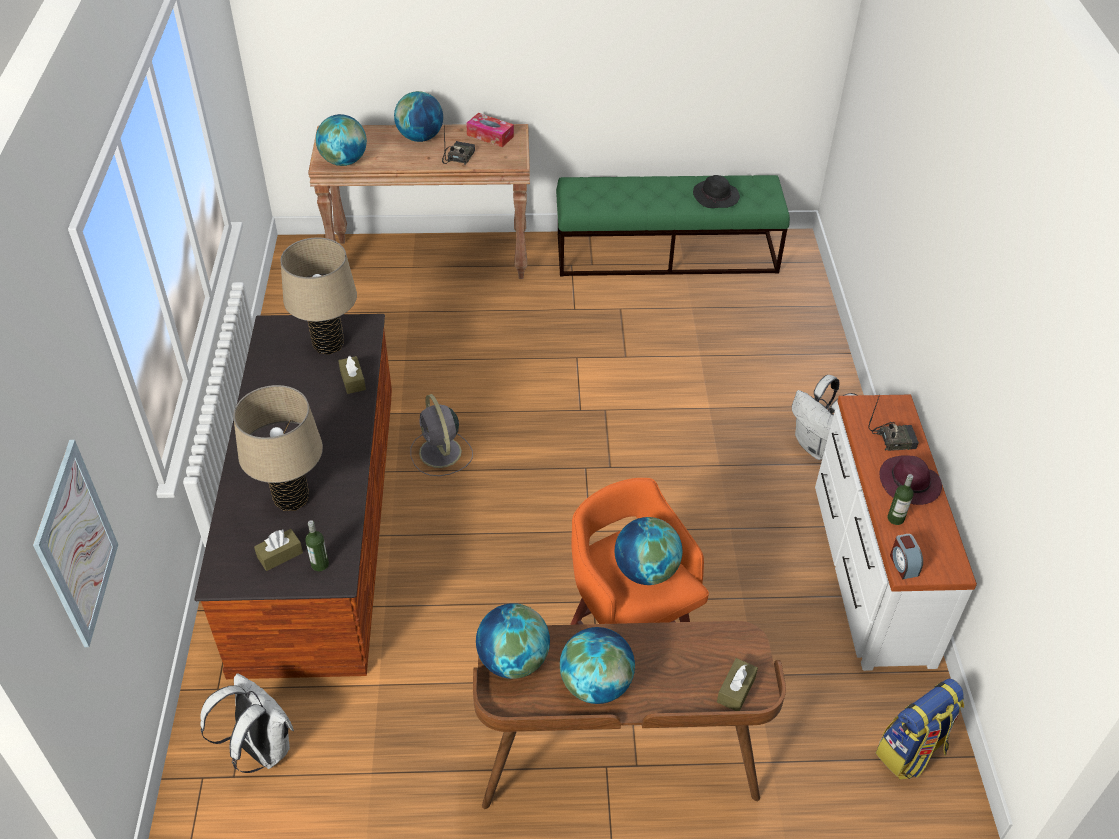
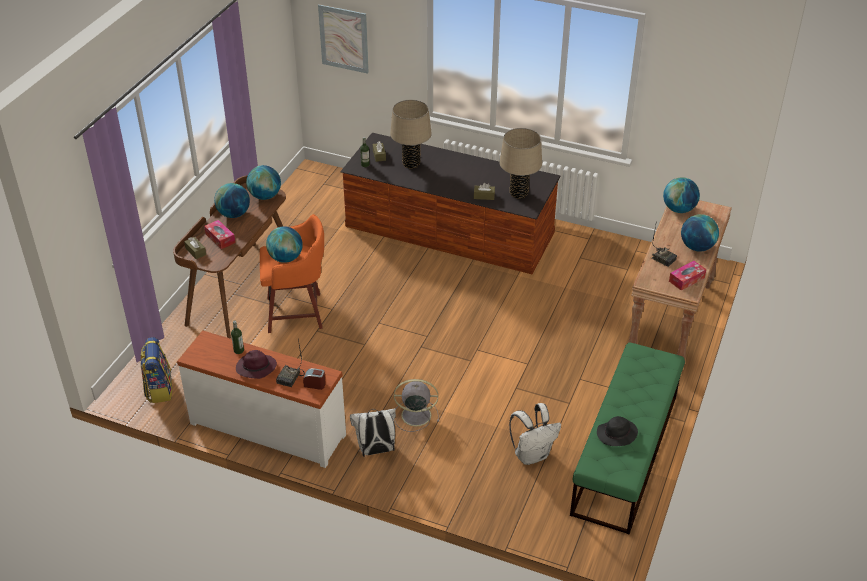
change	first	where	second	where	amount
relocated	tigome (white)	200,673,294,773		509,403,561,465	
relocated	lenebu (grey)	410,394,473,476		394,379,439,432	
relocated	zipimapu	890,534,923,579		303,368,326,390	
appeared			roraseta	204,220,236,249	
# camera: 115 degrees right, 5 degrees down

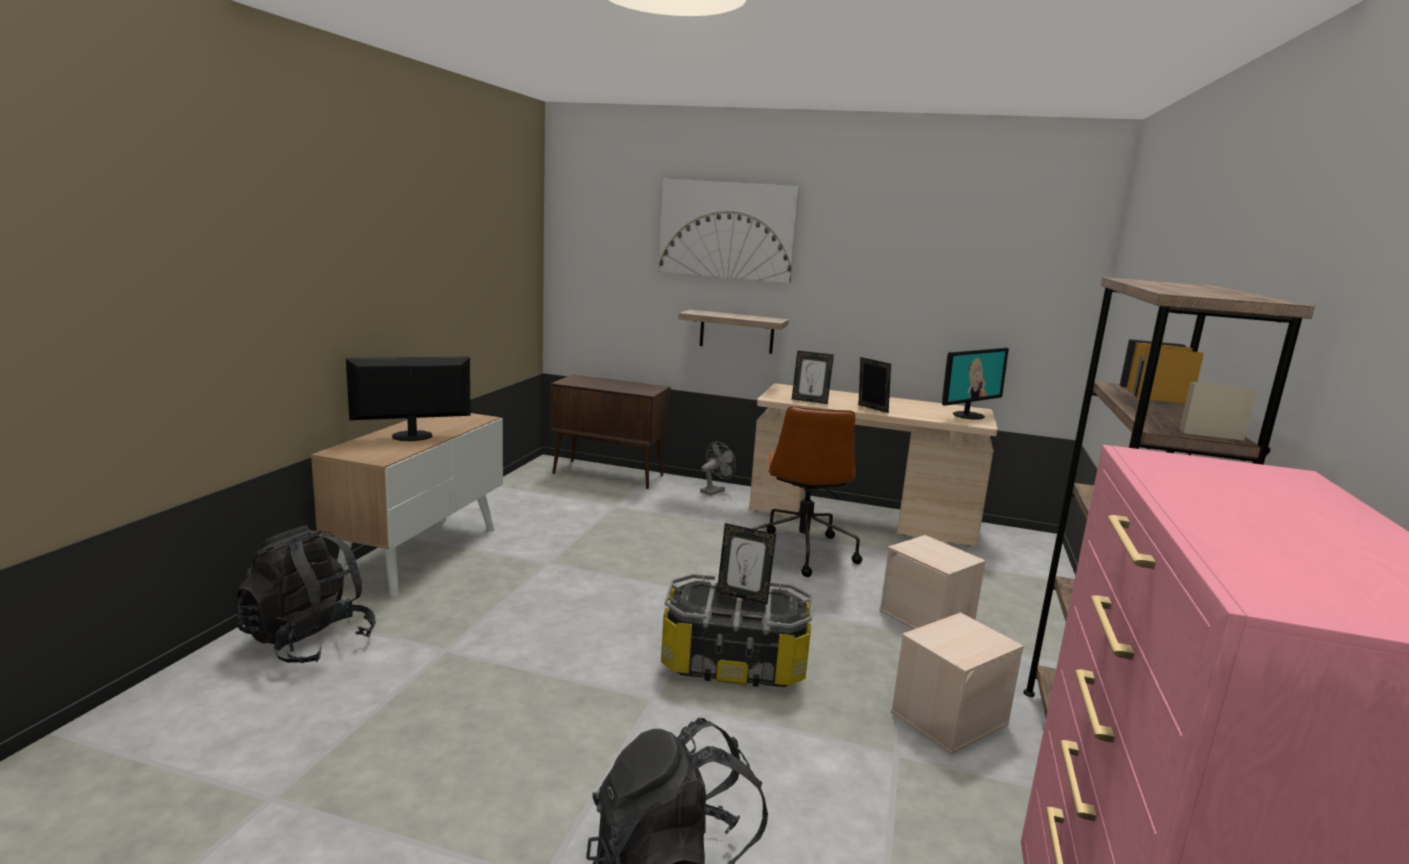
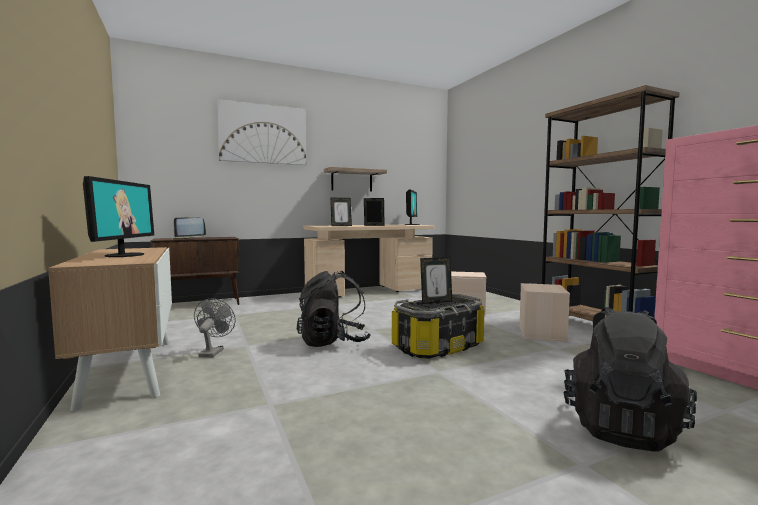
change	first	where	second	where	amount
relocated	tigome (black)	236,525,376,663		297,271,370,347	
spun	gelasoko	346,356,471,441		83,176,154,257	150 degrees clockwise
relocated	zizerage	678,310,789,354		324,167,387,191	
relocated	lenebu (grey)	700,442,736,496		194,298,236,357	
missing	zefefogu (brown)	752,406,862,577			
appeared			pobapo	172,217,206,239	
# camera: 40 degrees left, 10 degrees down

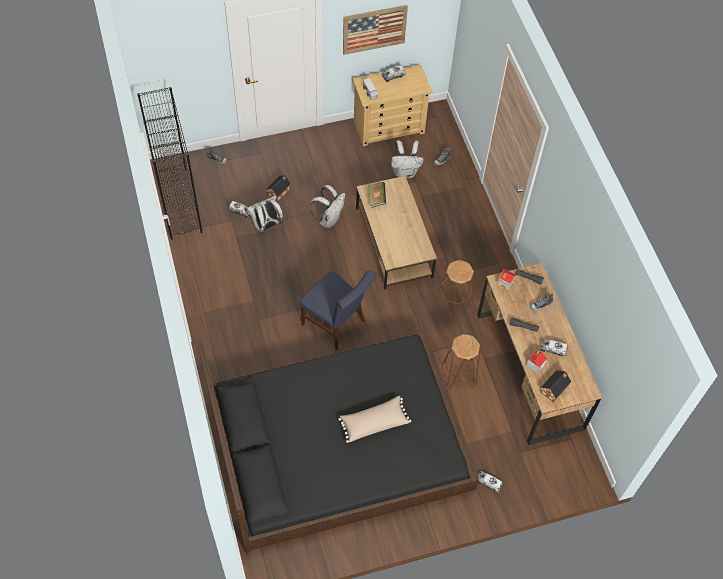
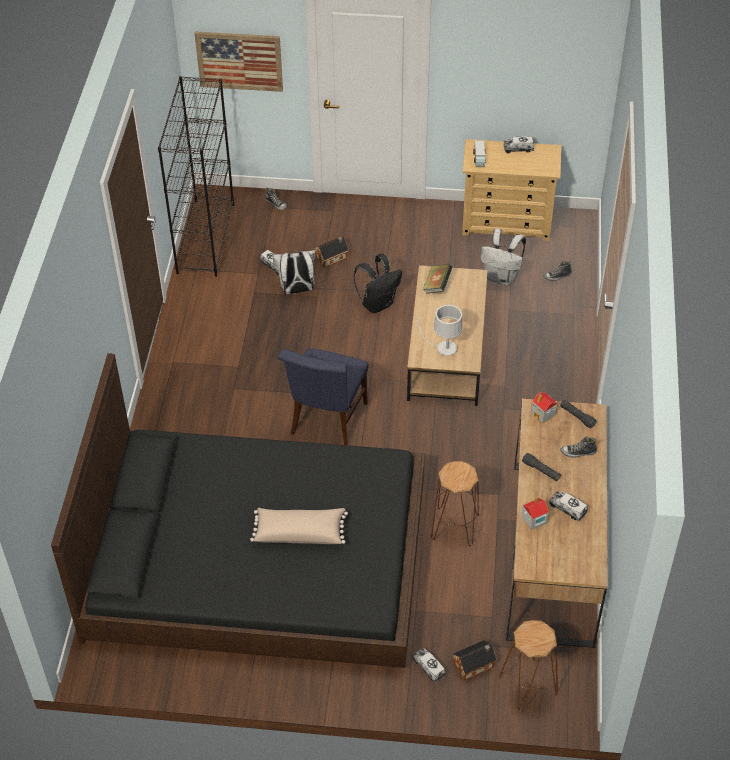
change	first	where	second	where	amount
spun	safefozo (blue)	299,271,377,350		278,348,369,445	45 degrees clockwise
colour	tigome (white)	309,185,345,228	tigome (black)	353,254,402,313	
relocated	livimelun	343,5,408,55		194,31,283,92	
relocated	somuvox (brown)	435,260,474,318		499,620,558,711	
relocated	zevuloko	540,370,572,402		453,640,497,680	
appeared			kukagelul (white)	417,305,463,356	
# camera: 25 degrees right, 10 degrees down

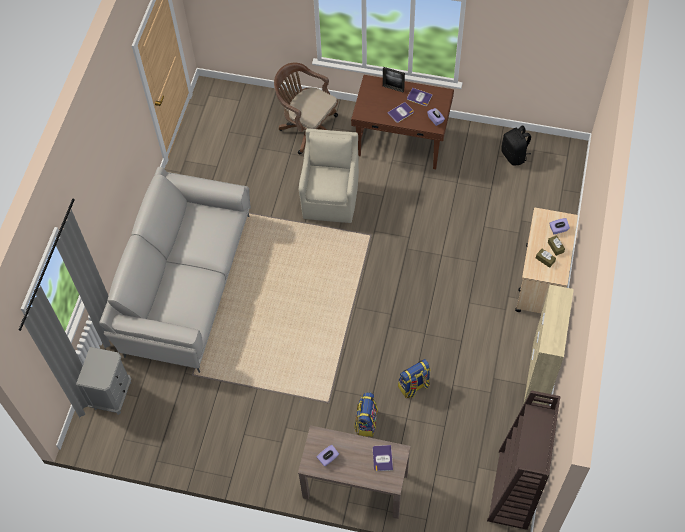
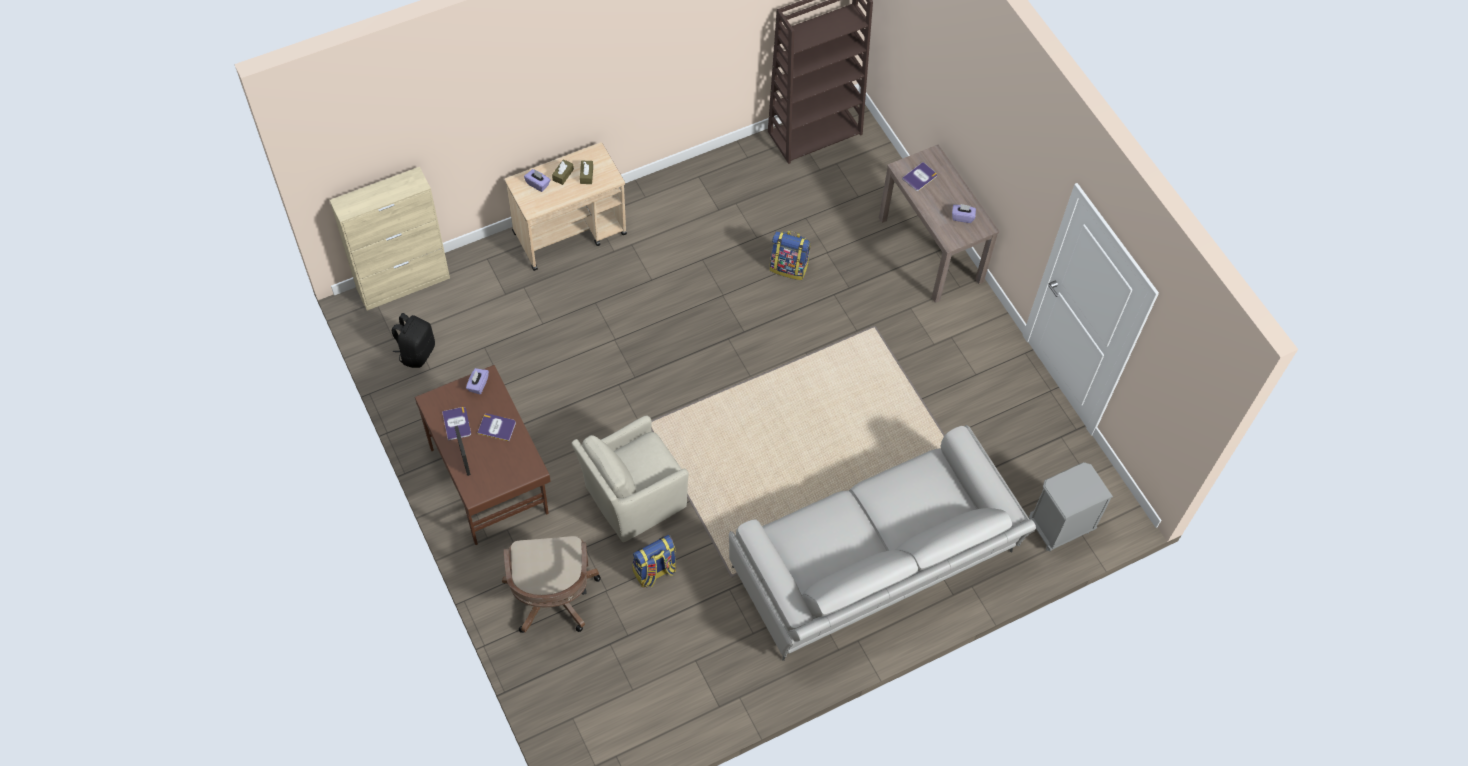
change	first	where	second	where	amount
relocated	tigome	354,392,378,437		632,535,676,588	
relocated	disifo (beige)	523,285,574,405		330,167,450,311	
# camera: 135 degrees left, 0 degrees up

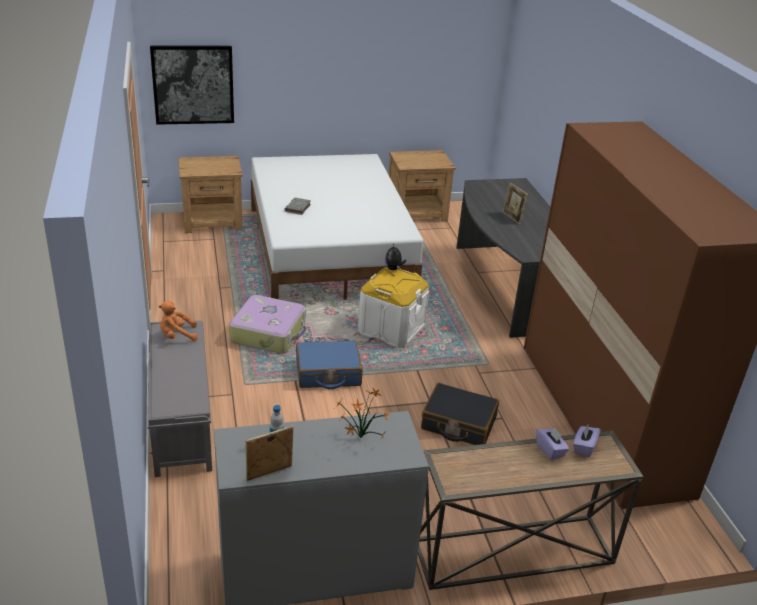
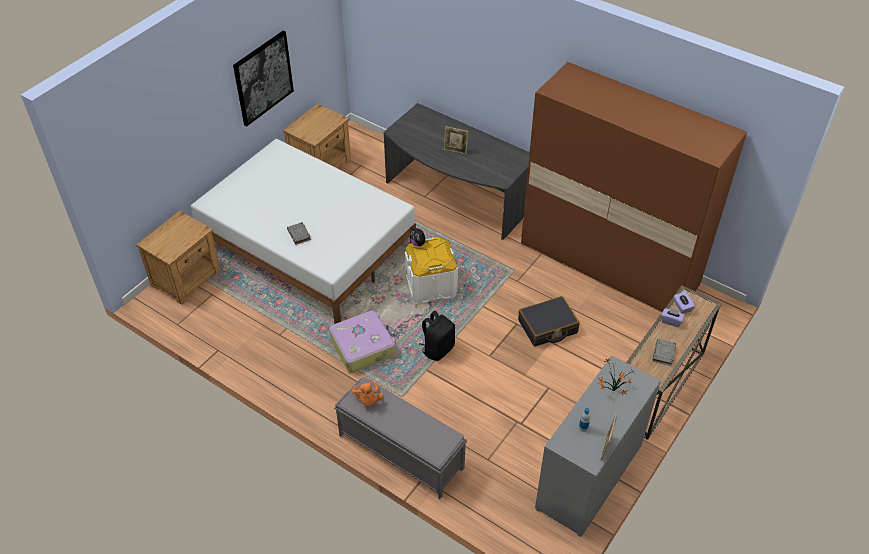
change	first	where	second	where	amount
relocated	livimelun	150,46,234,125		233,30,294,127	
spun	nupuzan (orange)	159,301,198,341		352,382,384,406	45 degrees counterclockwise
exchanged	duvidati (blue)	296,341,363,389	tigome (black)	419,311,455,361	
appeared			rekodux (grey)	652,339,676,366	
# camera: 40 degrees left, 15 degrees up

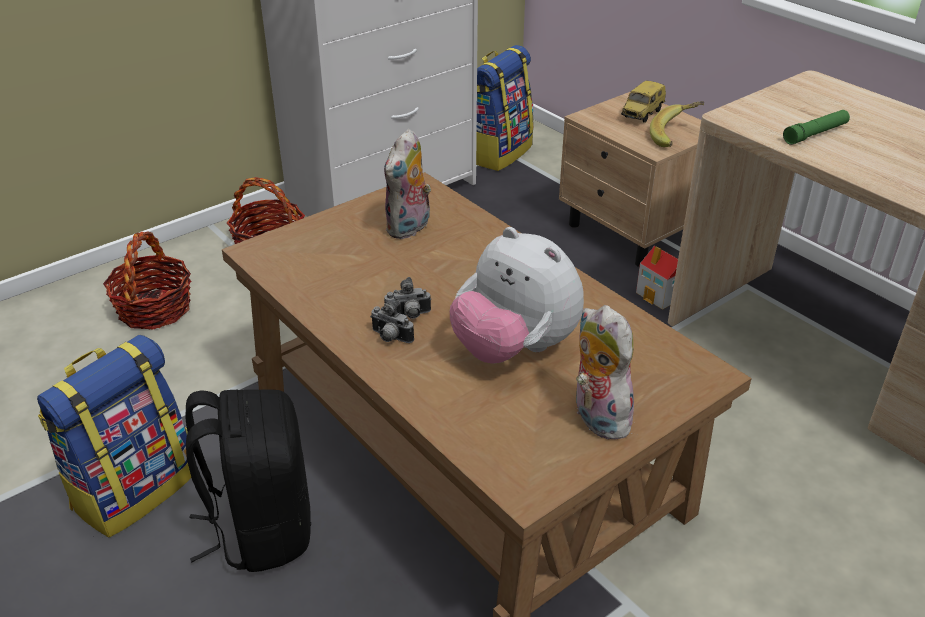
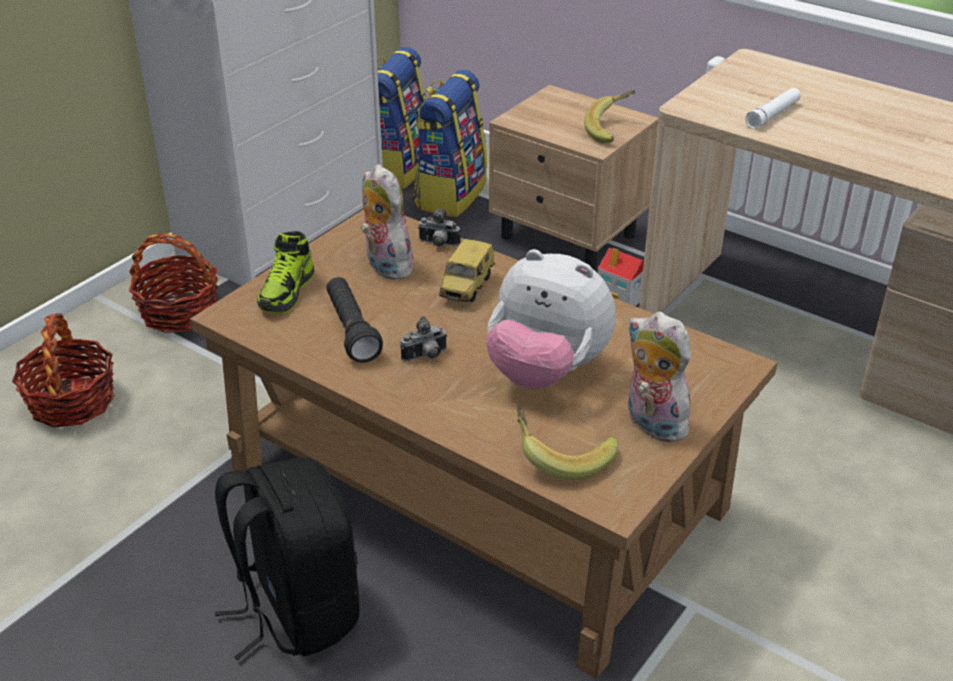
change	first	where	second	where	amount
relocated	tigome	37,335,191,538		413,70,487,217	
relocated	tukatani	370,300,414,343		418,208,460,247	
spun	nupuzan	384,129,431,239		361,164,416,280	135 degrees clockwise
relocated	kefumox	621,80,666,123		439,239,495,302	
colour	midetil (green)	783,110,850,145	midetil (white)	746,88,801,129	
appeared			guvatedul	257,231,314,313	
appeared			midetil (black)	326,277,383,363	
appeared			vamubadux	516,405,618,480	
# camera: 15 degrees left, 0 degrees up

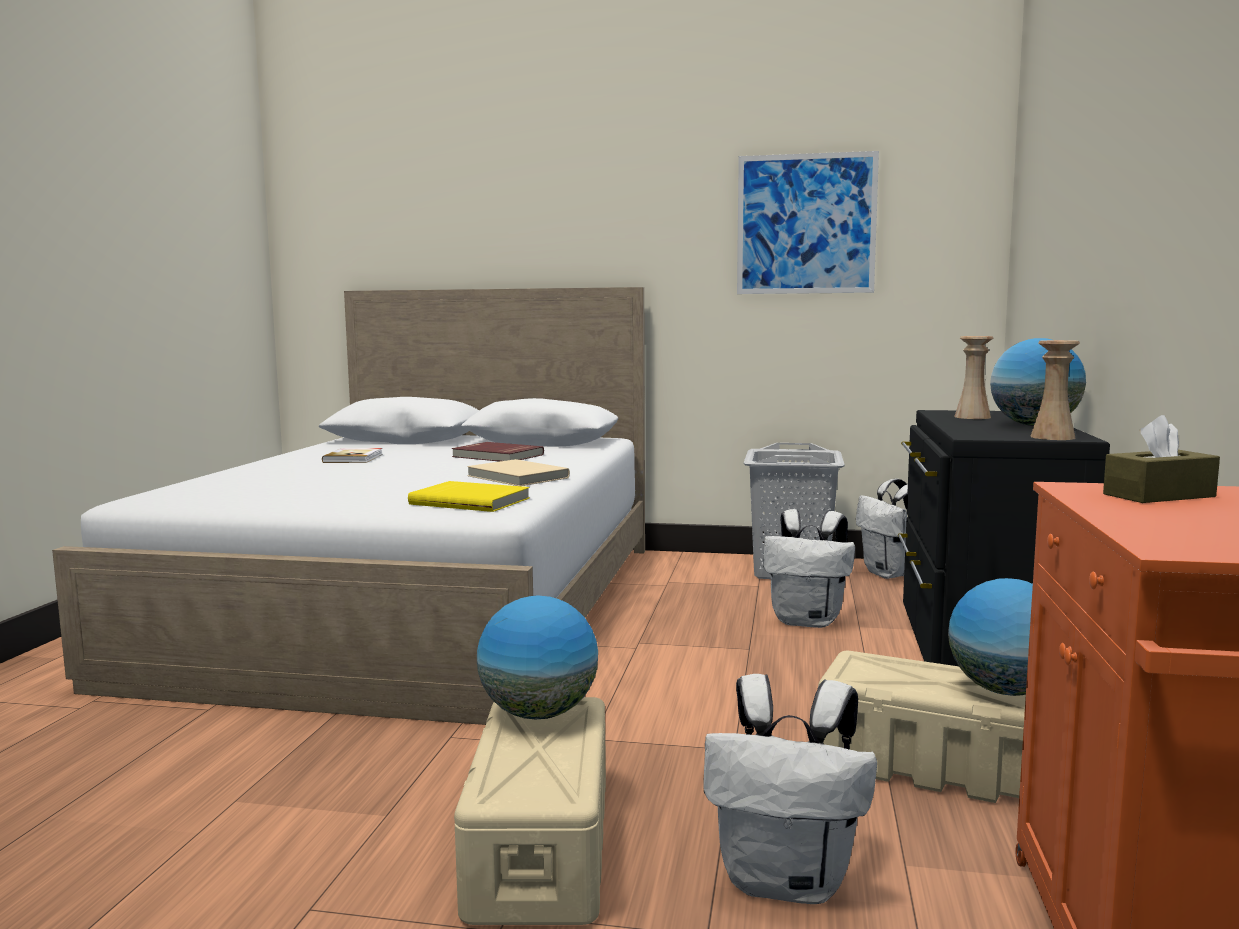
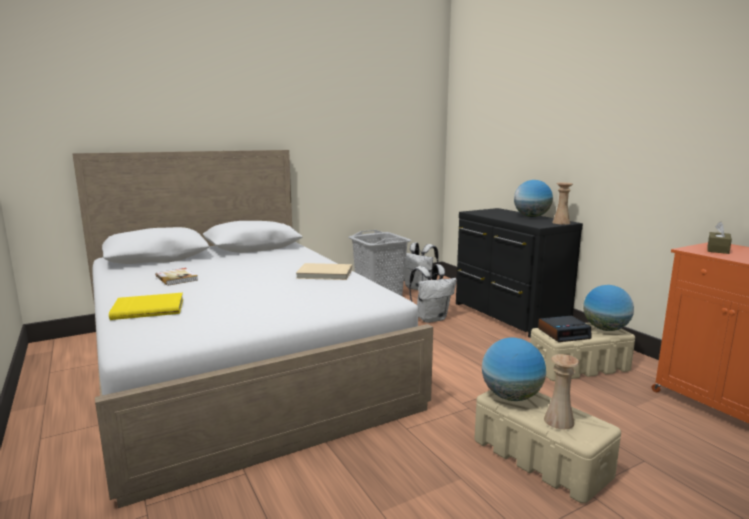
change	first	where	second	where	amount
relocated	rekodux (yellow)	408,481,530,512		109,293,183,320	
missing	rekodux (red)	452,442,544,462			
missing	tigome (white)	704,674,877,904			
missing	livimelun	737,151,879,294			
relocated	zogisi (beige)	954,336,994,419		544,354,579,429	
appeared			zipimapu	538,316,592,342	
# camera: 40 degrees left, 5 degrees up

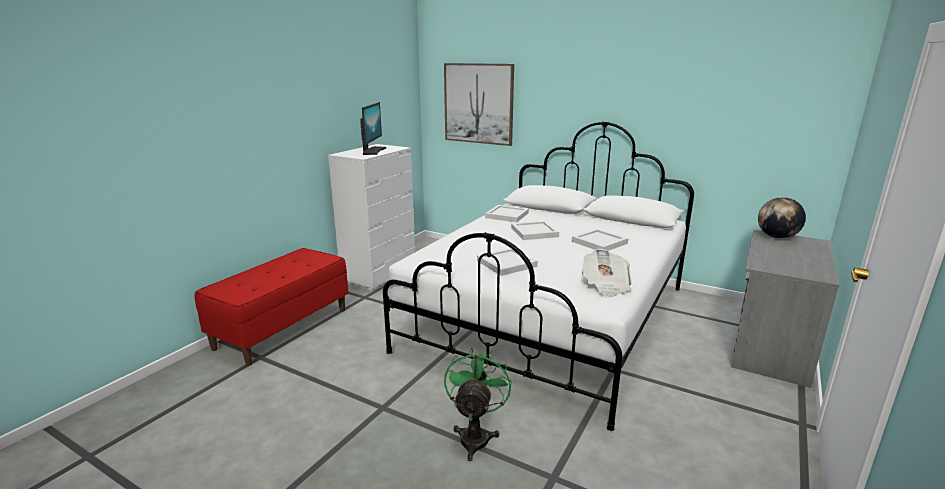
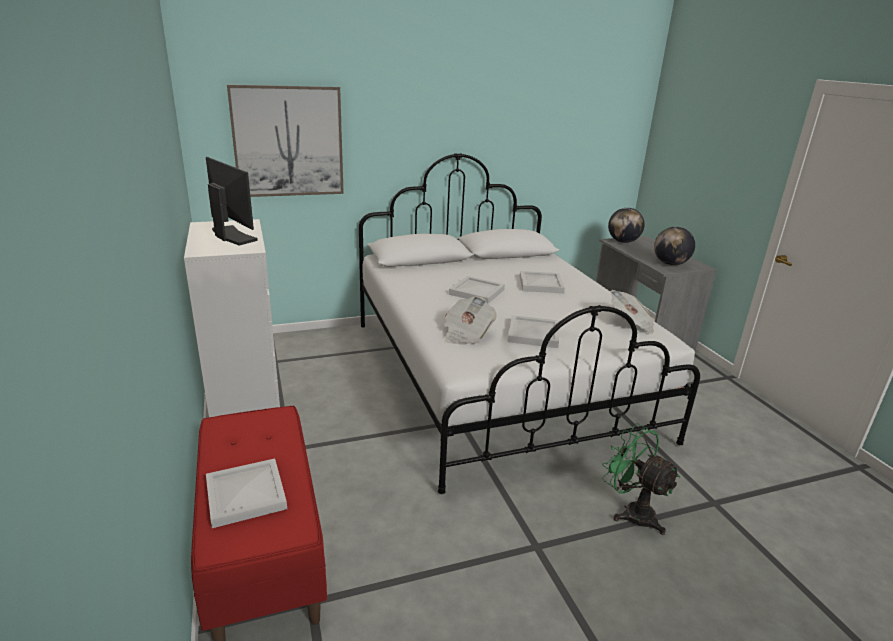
change	first	where	second	where	amount
relocated	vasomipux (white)	485,205,529,222		206,459,287,528	
appeared			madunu	444,296,497,344	
appeared			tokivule	654,227,695,265	
# camera: 50 degrees left, 5 degrees up

